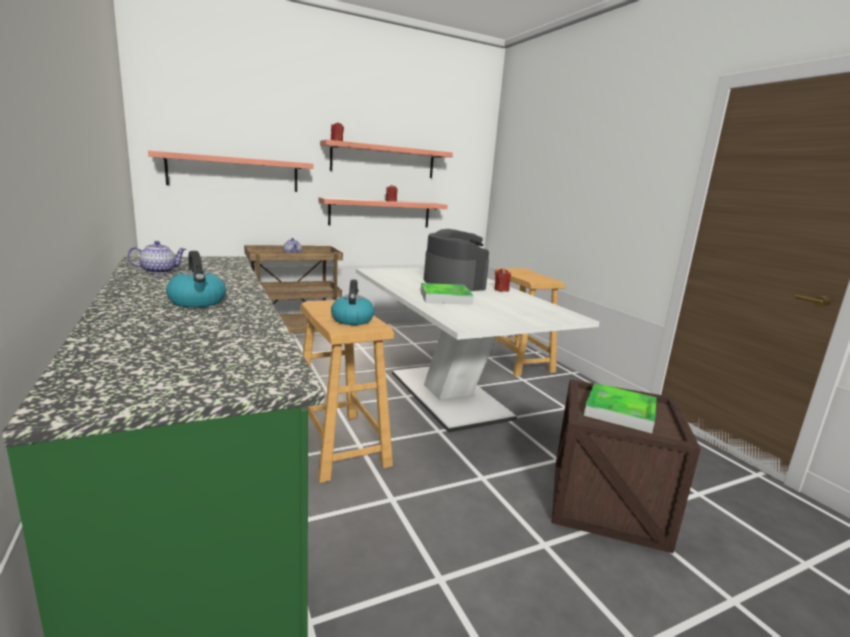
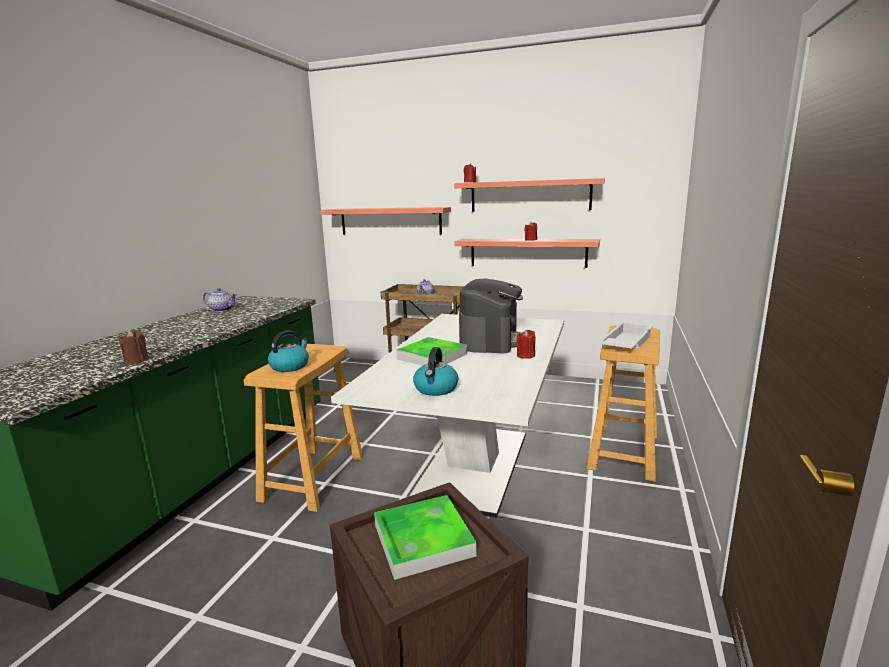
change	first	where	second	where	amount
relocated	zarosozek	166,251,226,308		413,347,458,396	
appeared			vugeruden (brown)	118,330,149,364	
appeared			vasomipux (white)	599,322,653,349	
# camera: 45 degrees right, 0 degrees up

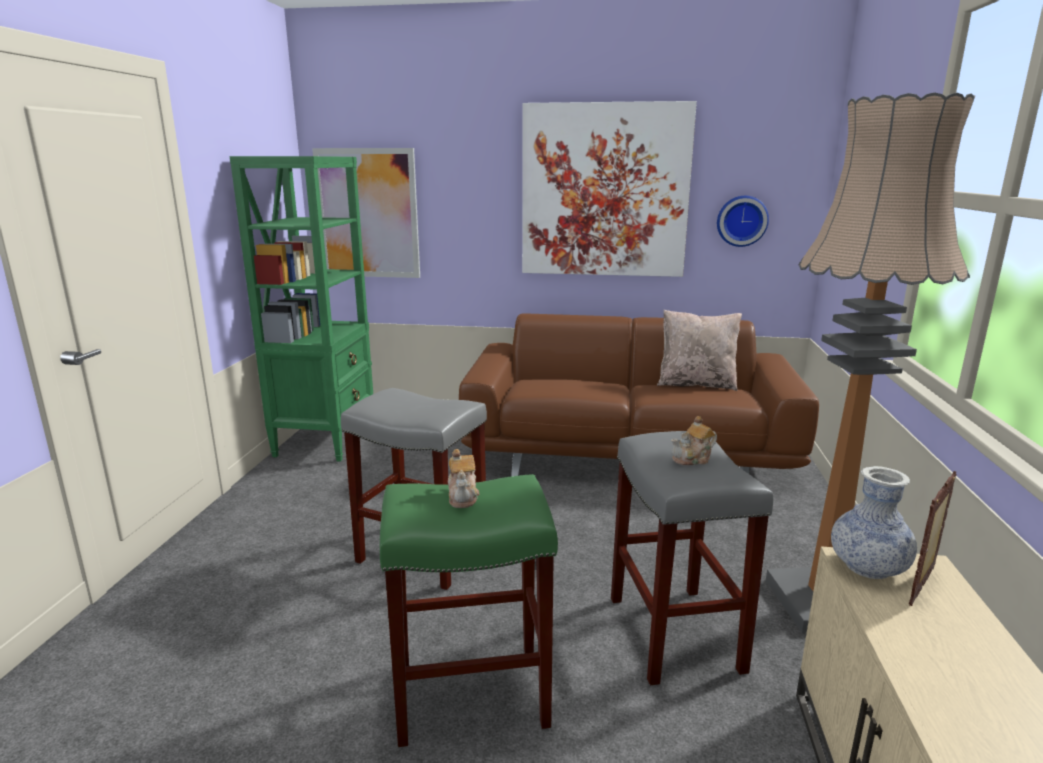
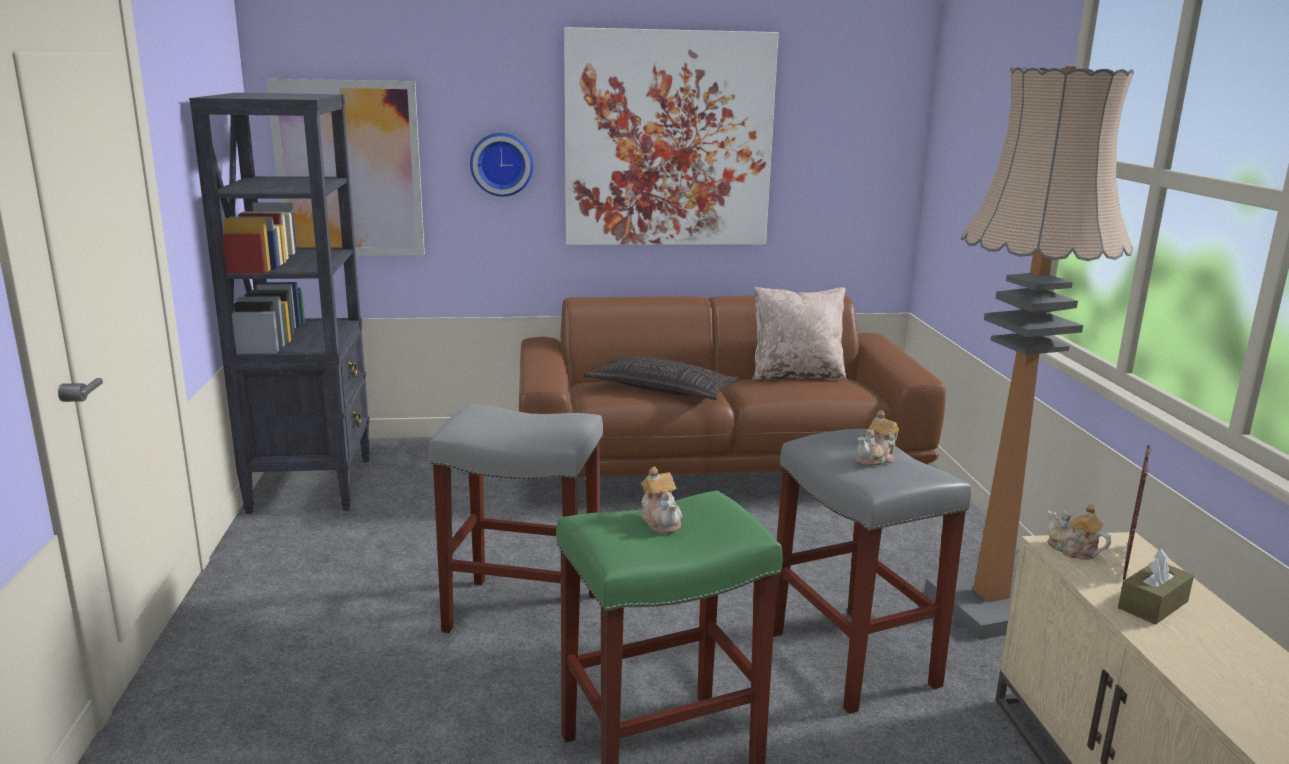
change	first	where	second	where	amount
colour	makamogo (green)	230,156,373,462	makamogo (black)	189,93,370,514	
relocated	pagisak	717,196,769,247		470,133,533,197	
exchanged	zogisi	831,466,917,579	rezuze	1047,504,1111,560	
appeared			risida	583,356,741,400	
appeared			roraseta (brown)	1118,549,1194,625	
# camera: 15 degrees left, 0 degrees up

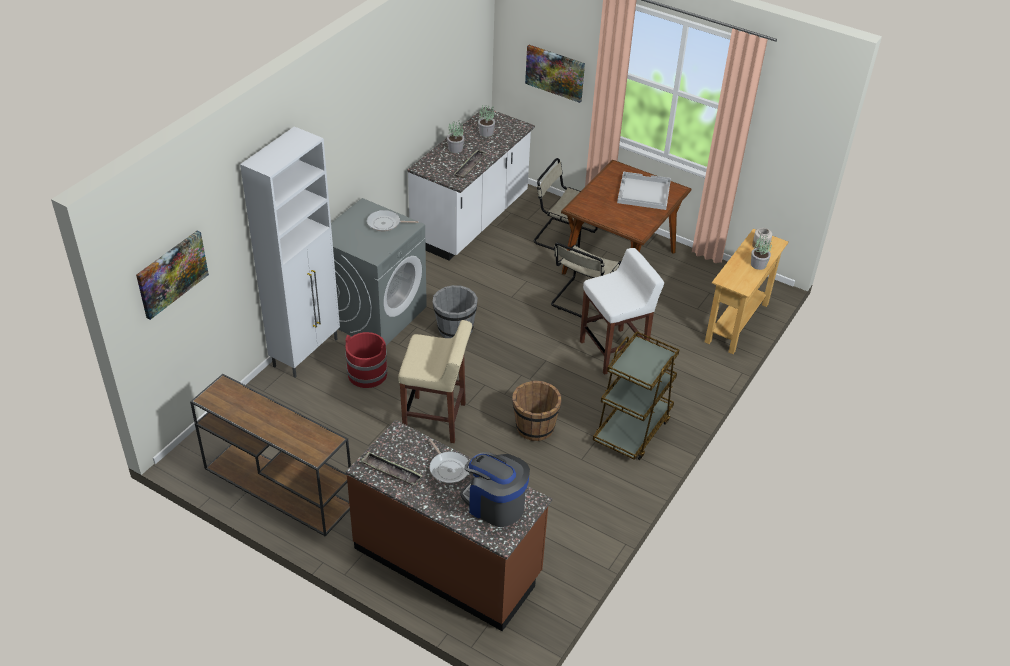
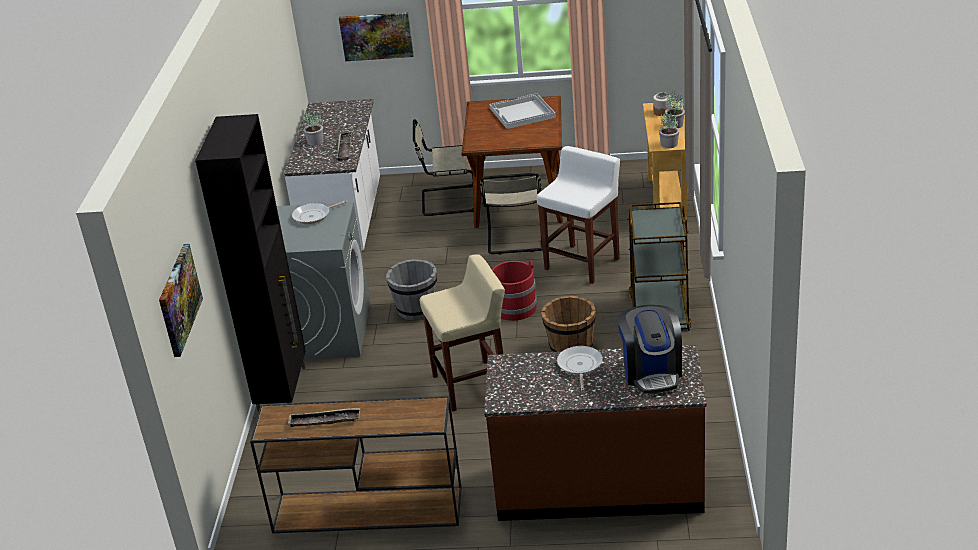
change	first	where	second	where	amount
colour	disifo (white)	240,127,340,378	disifo (black)	195,114,306,412	
relocated	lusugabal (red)	345,332,388,388		492,260,537,321	
relocated	vasomipux	361,452,422,485		288,408,360,427	
spun	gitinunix	429,439,469,483		557,346,603,391	120 degrees counterclockwise
spun	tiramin	460,452,530,527		618,305,682,393	105 degrees counterclockwise
relocated	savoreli	478,104,495,137		659,111,679,148	
# camera: 25 degrees left, 10 degrees down

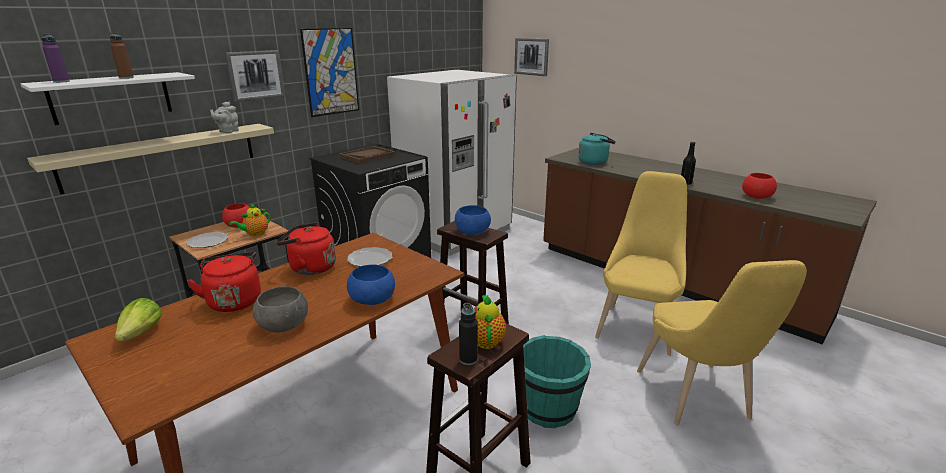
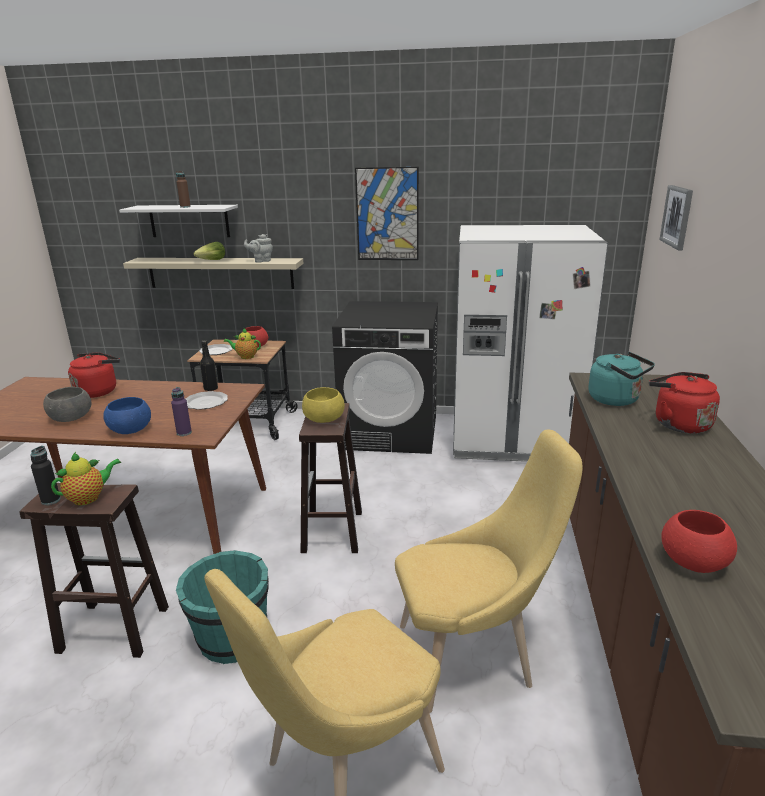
change	first	where	second	where	amount
relocated	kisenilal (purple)	41,33,70,83		171,387,192,436	
relocated	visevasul	115,298,162,341		194,242,225,260	
missing	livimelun	225,50,285,102			
relocated	zarosozek (red)	276,222,336,275		649,372,720,433	
missing	vasomipux (brown)	339,146,395,164			
colour	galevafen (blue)	455,205,491,234	galevafen (yellow)	302,387,345,423	
relocated	kisenilal (black)	681,142,696,184		200,340,218,391	
# camera: 55 degrees right, 0 degrees up

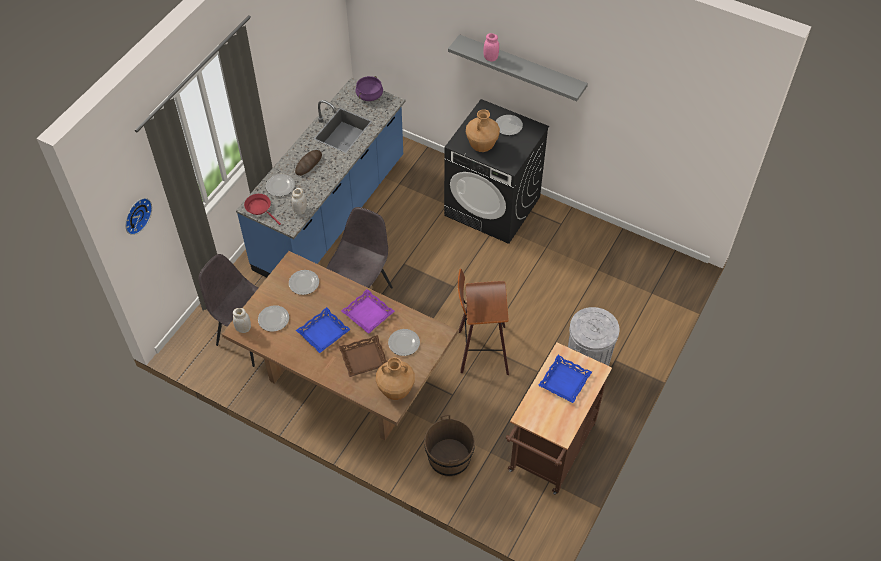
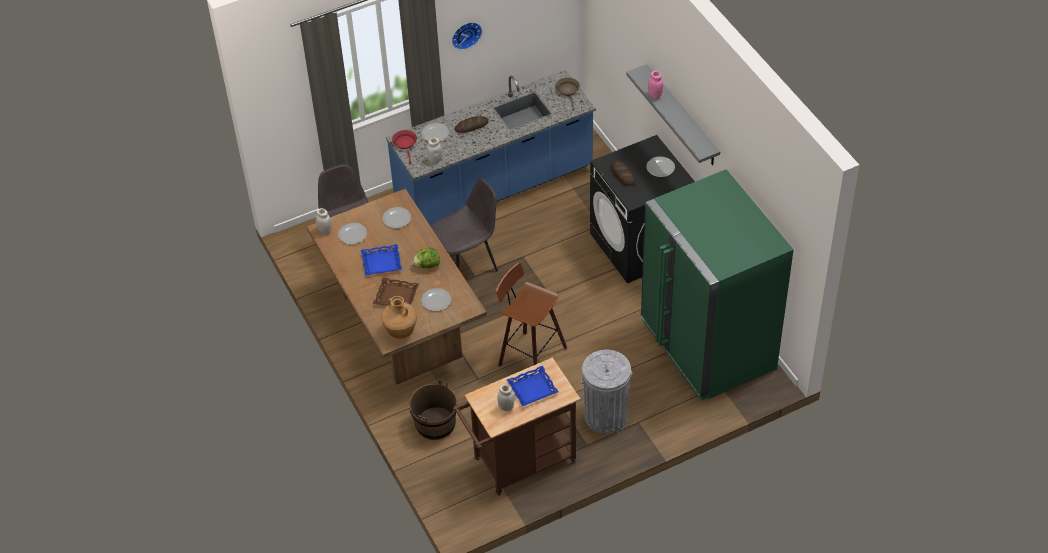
change	first	where	second	where	amount
relocated	pagisak	125,198,152,235		452,22,482,50	
exchanged	vasomipux (purple)	341,289,395,334	visevasul	412,248,440,268	
exchanged	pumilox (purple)	355,76,383,101	gitinunix (brown)	556,78,580,110	
exchanged	zogisi (brown)	466,109,500,152	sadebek	611,160,635,186	
appeared			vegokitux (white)	498,384,514,411	
appeared			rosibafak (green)	641,169,794,401	
# camera: 35 degrees right, 5 degrees down

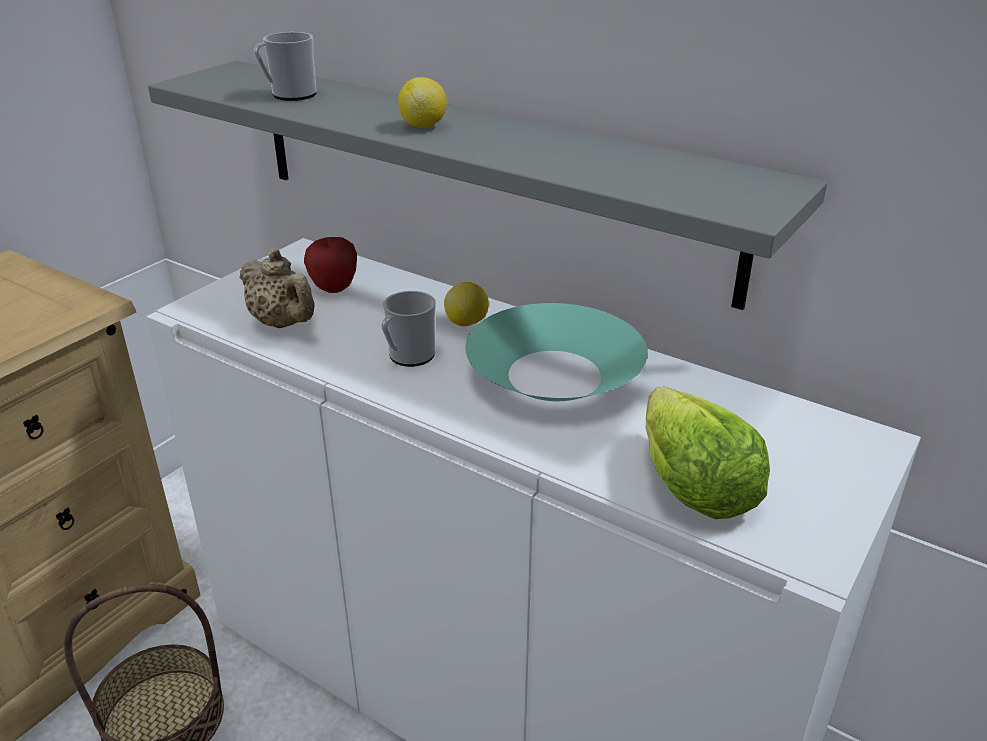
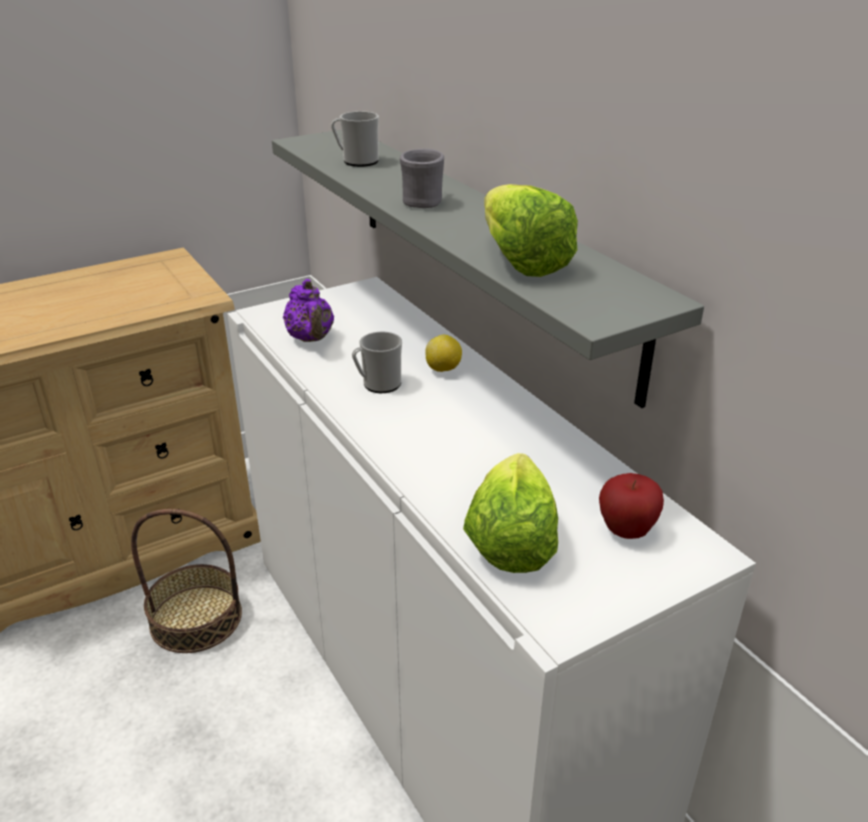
change	first	where	second	where	amount
colour	rezuze (beige)	239,248,315,328	rezuze (purple)	283,279,334,342	
relocated	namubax	304,237,357,293		599,473,664,539	
exchanged	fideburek	398,77,447,128	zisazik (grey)	400,148,444,208	
missing	galevafen (turquoise)	465,303,647,401			
appeared			visevasul	484,184,578,277	
# camera: 25 degrees right, 0 degrees up

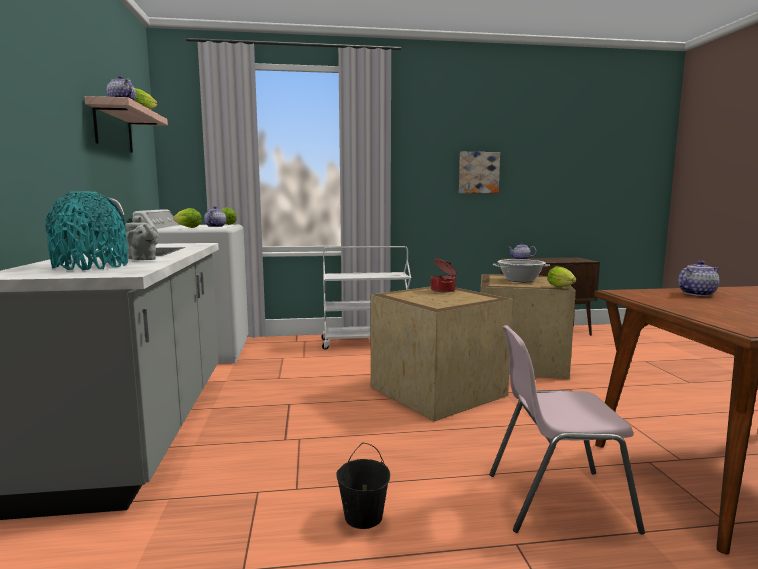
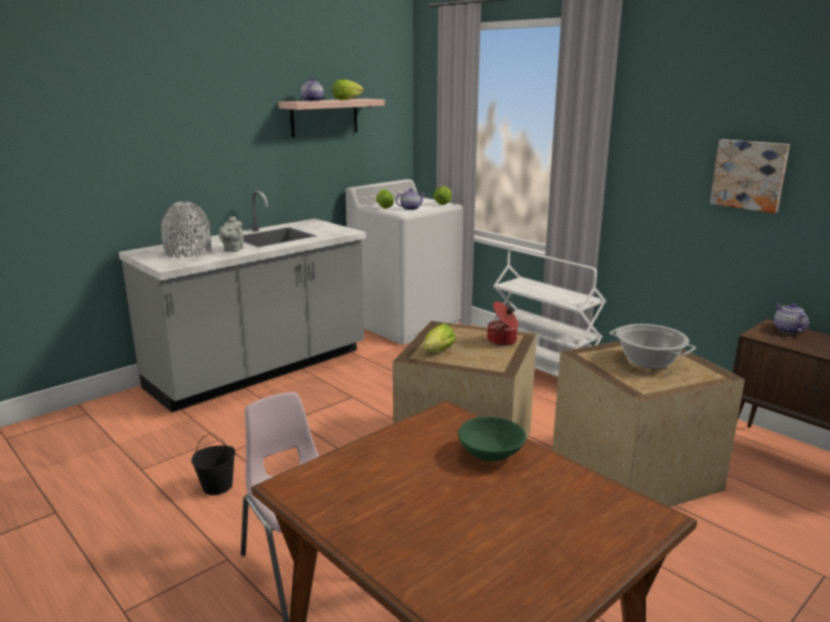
change	first	where	second	where	amount
colour	zogisi (turquoise)	45,192,128,270	zogisi (grey)	161,202,211,258	
relocated	visevasul	547,266,576,287		423,324,455,352	
exchanged	rezuze	678,260,720,296	galevafen (green)	458,417,526,461	
# camera: 55 degrees right, 10 degrees up

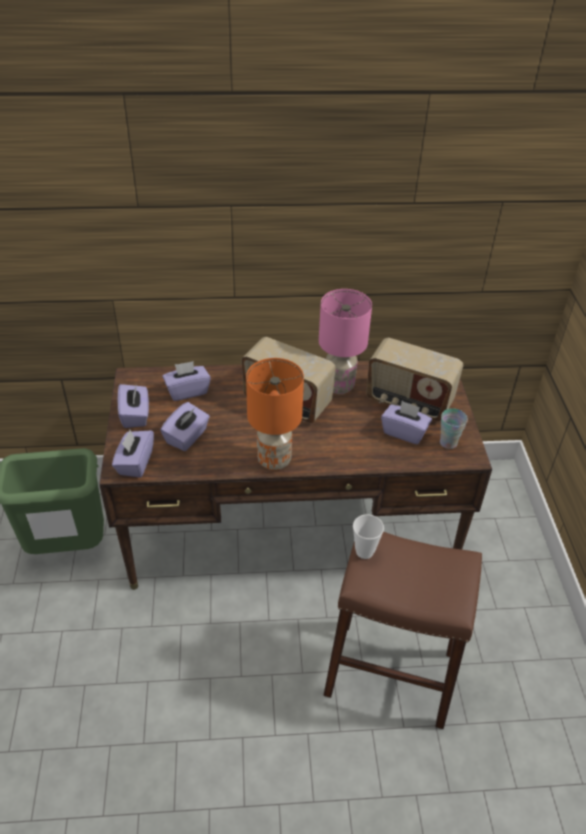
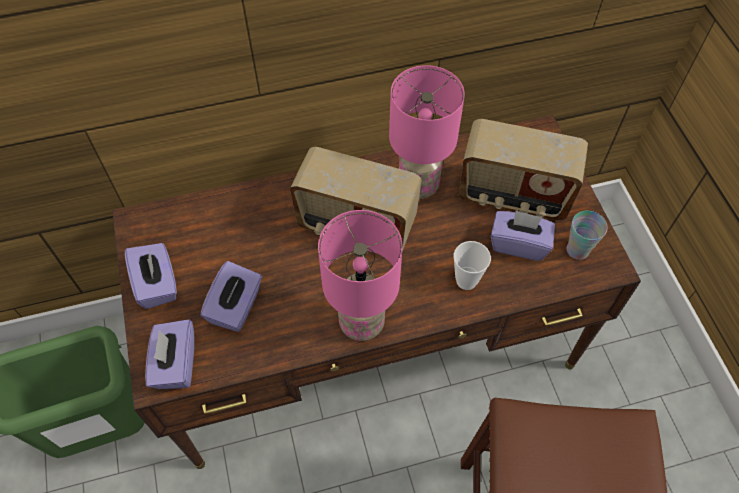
change	first	where	second	where	amount
missing	roraseta (purple)	162,361,211,401			
colour	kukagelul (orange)	246,358,304,471	kukagelul (pink)	318,210,403,341	
relocated	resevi	353,514,384,559		454,241,491,290	
# camera: 10 degrees left, 15 degrees up

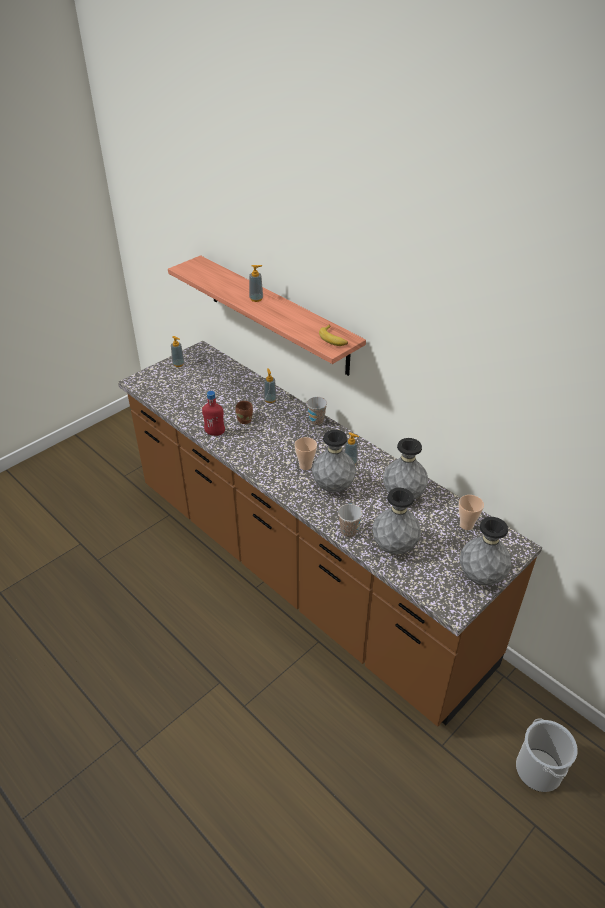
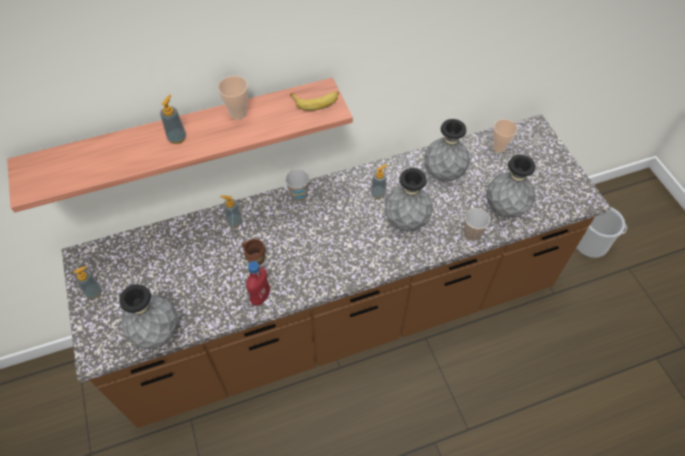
change	first	where	second	where	amount
relocated	resevi	294,437,317,470		218,76,248,120	
relocated	zogisi (grey)	460,517,511,586		119,284,178,349	
# camera: 65 degrees left, 15 degrees up

